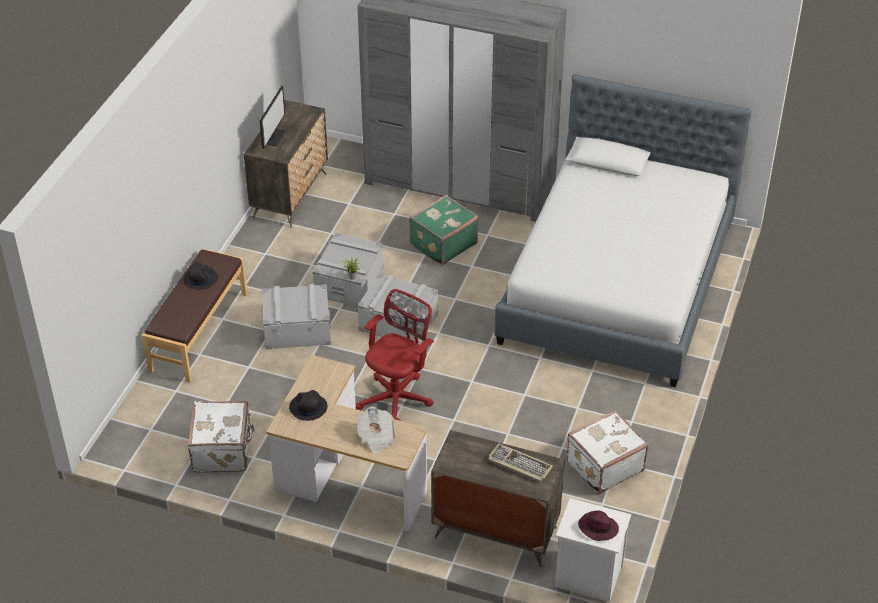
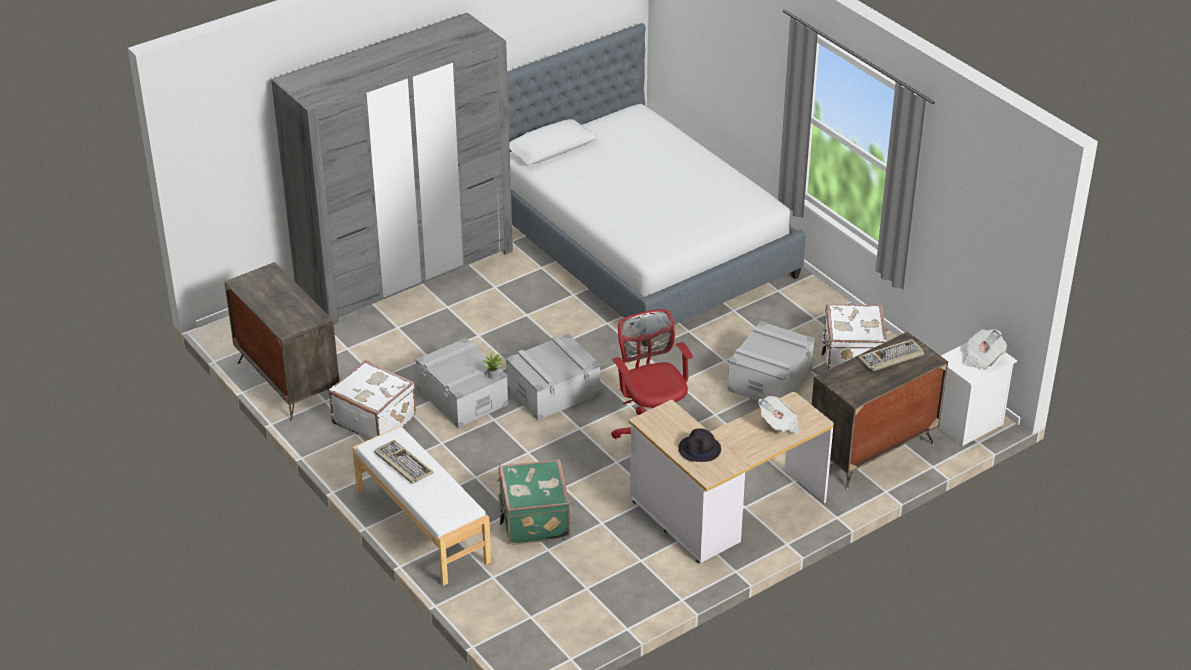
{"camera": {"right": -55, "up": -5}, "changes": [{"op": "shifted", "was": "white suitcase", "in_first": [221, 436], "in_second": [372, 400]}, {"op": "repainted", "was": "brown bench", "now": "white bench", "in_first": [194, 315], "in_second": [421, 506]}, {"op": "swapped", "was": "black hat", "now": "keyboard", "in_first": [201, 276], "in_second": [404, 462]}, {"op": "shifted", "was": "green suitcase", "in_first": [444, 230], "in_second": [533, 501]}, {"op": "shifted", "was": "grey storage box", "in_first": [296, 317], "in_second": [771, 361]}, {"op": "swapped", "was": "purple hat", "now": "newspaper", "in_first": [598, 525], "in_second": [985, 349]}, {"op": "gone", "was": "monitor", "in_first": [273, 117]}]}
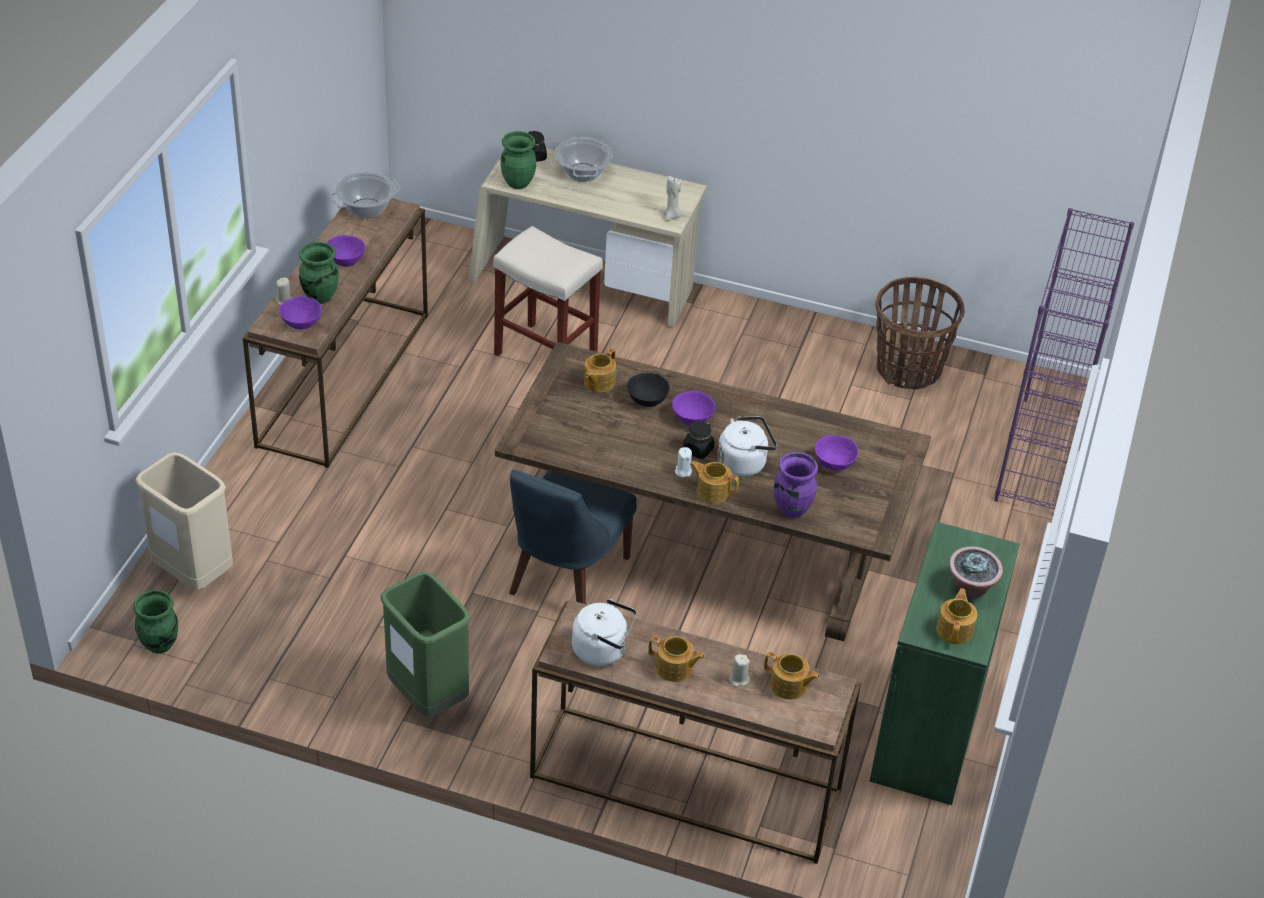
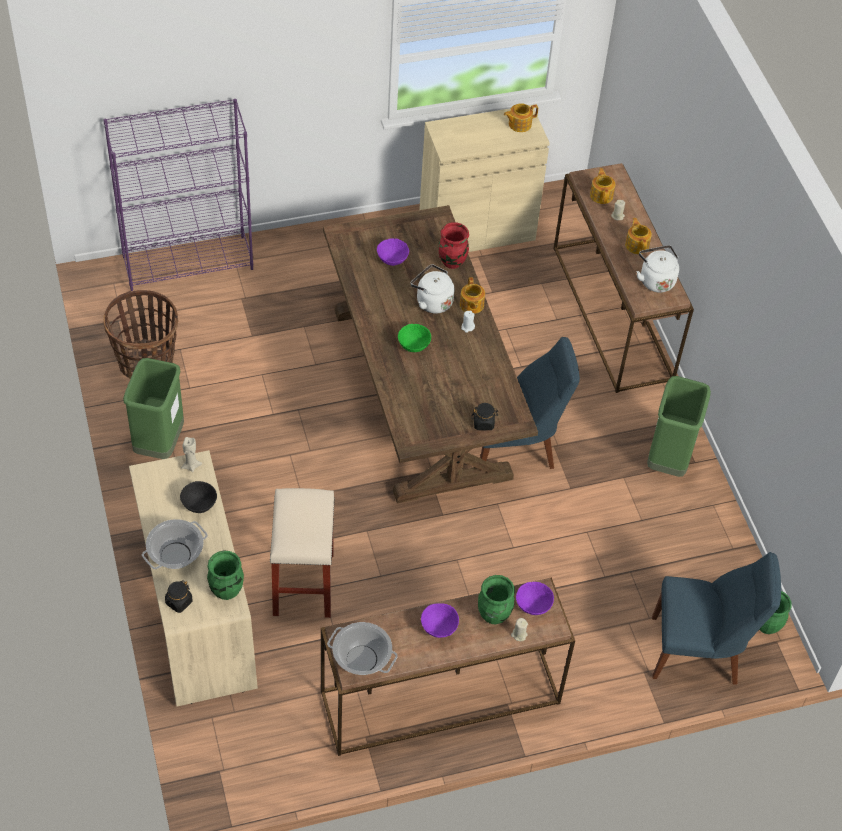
{"camera": {"right": -125, "up": 10}, "changes": [{"op": "new", "now": "green trash can", "in_second": [153, 408]}, {"op": "shifted", "was": "black bowl", "in_first": [648, 390], "in_second": [198, 497]}, {"op": "repainted", "was": "purple bowl", "now": "green bowl", "in_first": [693, 408], "in_second": [414, 338]}, {"op": "repainted", "was": "green cabinet", "now": "beige cabinet", "in_first": [945, 663], "in_second": [484, 178]}, {"op": "repainted", "was": "purple vase", "now": "red vase", "in_first": [796, 485], "in_second": [453, 245]}, {"op": "shifted", "was": "black jar", "in_first": [698, 439], "in_second": [484, 416]}, {"op": "swapped", "was": "beige trash can", "now": "blue chair", "in_first": [184, 520], "in_second": [716, 618]}, {"op": "gone", "was": "teapot", "in_first": [600, 370]}, {"op": "gone", "was": "potted plant", "in_first": [976, 572]}]}
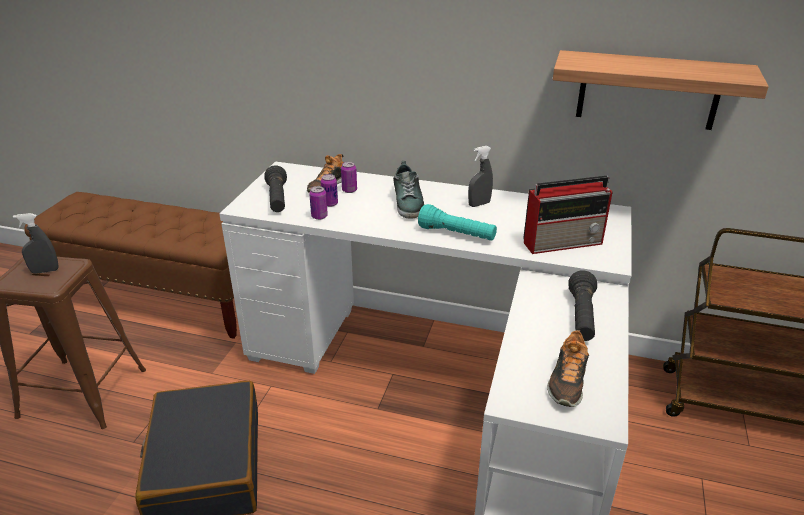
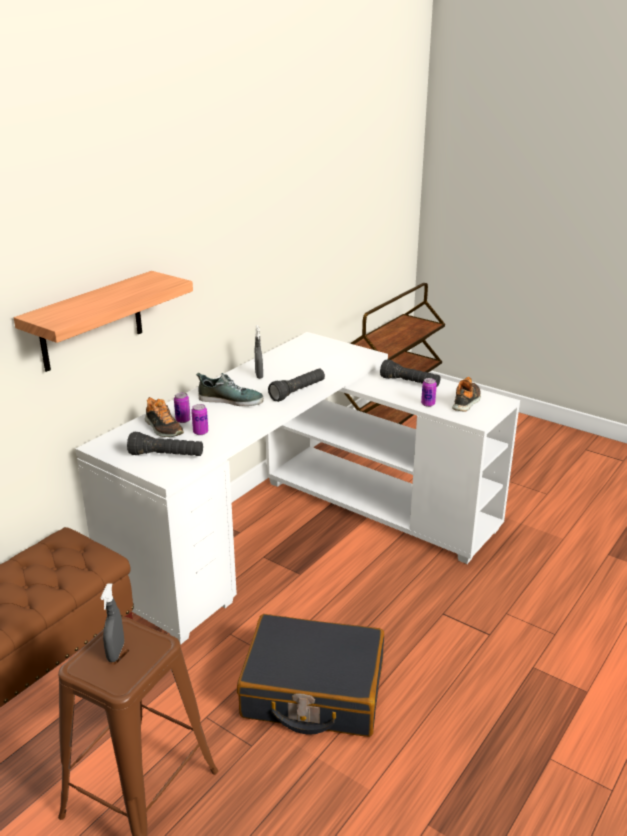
{"camera": {"right": -70, "up": -5}, "changes": [{"op": "shifted", "was": "shelf", "in_first": [661, 90], "in_second": [103, 321]}, {"op": "repainted", "was": "turquoise flashlight", "now": "black flashlight", "in_first": [457, 222], "in_second": [296, 385]}, {"op": "shifted", "was": "can", "in_first": [318, 203], "in_second": [429, 392]}, {"op": "rotated", "was": "shoe", "in_first": [568, 368], "in_second": [466, 394], "clockwise": -105}, {"op": "gone", "was": "radio", "in_first": [567, 215]}]}
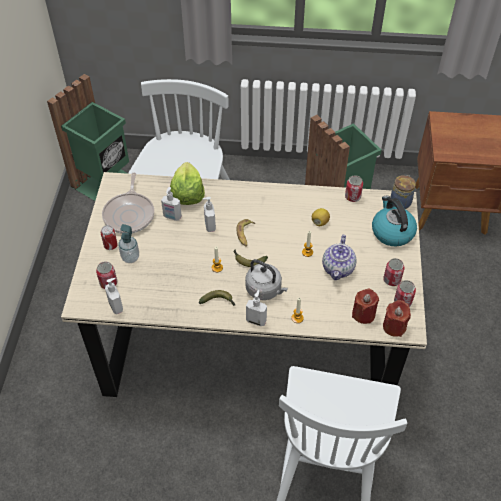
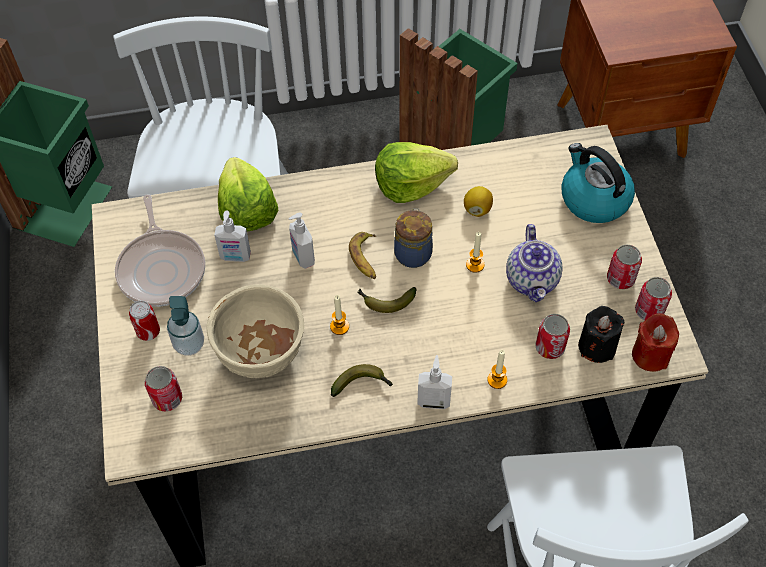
{"camera": {"right": -15, "up": 5}, "changes": [{"op": "new", "now": "beige bowl", "in_second": [255, 331]}, {"op": "new", "now": "lettuce", "in_second": [416, 172]}, {"op": "shifted", "was": "jar", "in_first": [403, 192], "in_second": [413, 238]}, {"op": "shifted", "was": "can", "in_first": [354, 188], "in_second": [552, 336]}, {"op": "repainted", "was": "red candle", "now": "black candle", "in_first": [365, 306], "in_second": [601, 334]}, {"op": "gone", "was": "soap dispenser", "in_first": [114, 296]}, {"op": "gone", "was": "grey kettle", "in_first": [266, 279]}]}
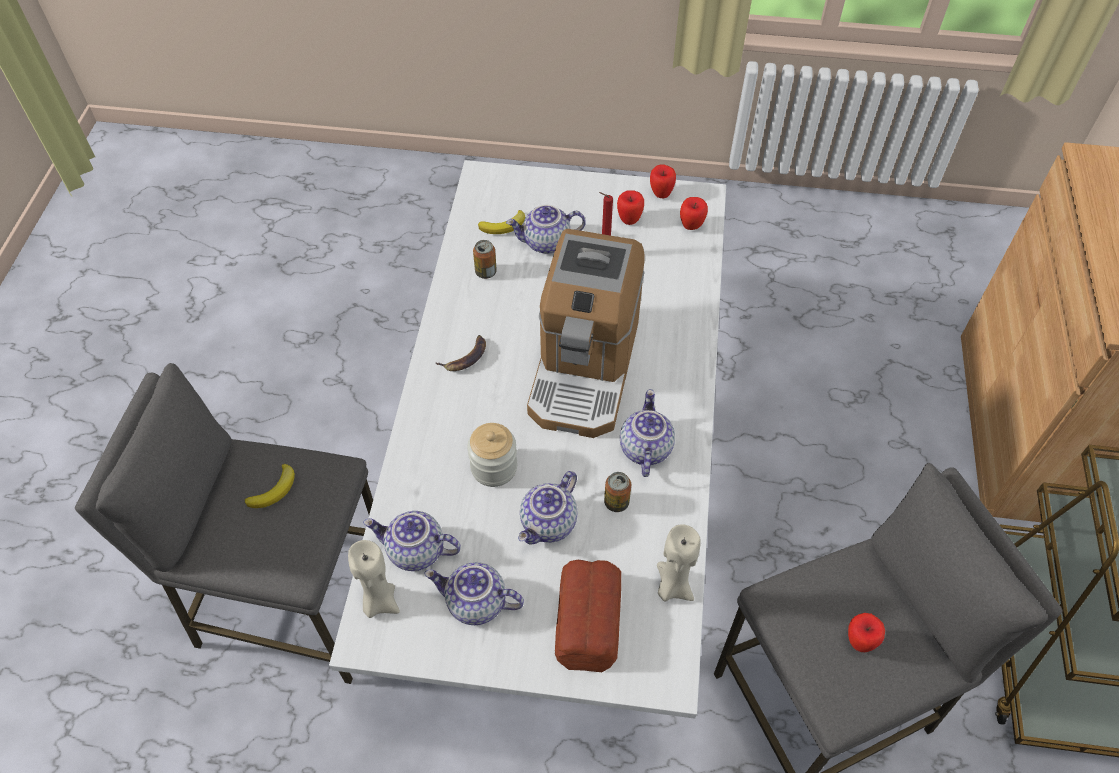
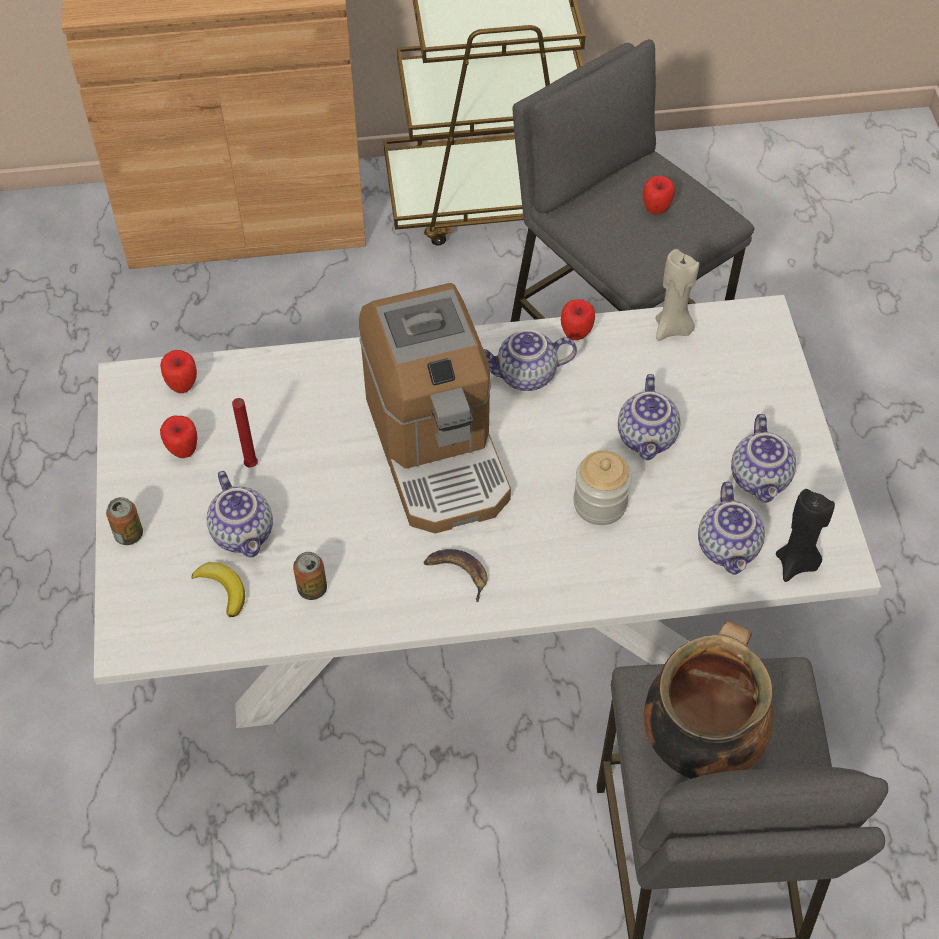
{"camera": {"right": -105, "up": 0}, "changes": [{"op": "shifted", "was": "can", "in_first": [617, 492], "in_second": [124, 521]}, {"op": "rotated", "was": "coffee machine", "in_first": [586, 333], "in_second": [435, 408], "clockwise": 75}, {"op": "shifted", "was": "apple", "in_first": [663, 181], "in_second": [578, 319]}, {"op": "rotated", "was": "teapot", "in_first": [548, 508], "in_second": [649, 417], "clockwise": 75}, {"op": "swapped", "was": "banana", "now": "cooking pot", "in_first": [270, 486], "in_second": [709, 700]}, {"op": "repainted", "was": "beige candle", "now": "black candle", "in_first": [374, 579], "in_second": [805, 535]}, {"op": "gone", "was": "bread", "in_first": [588, 616]}]}
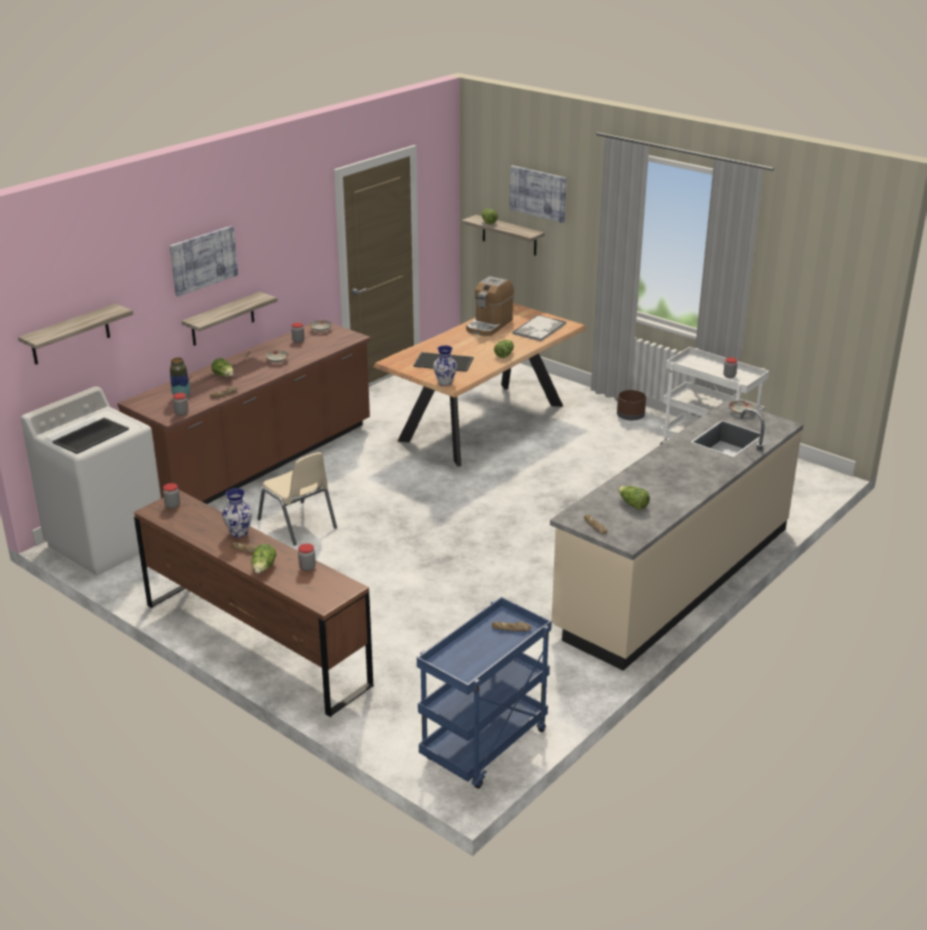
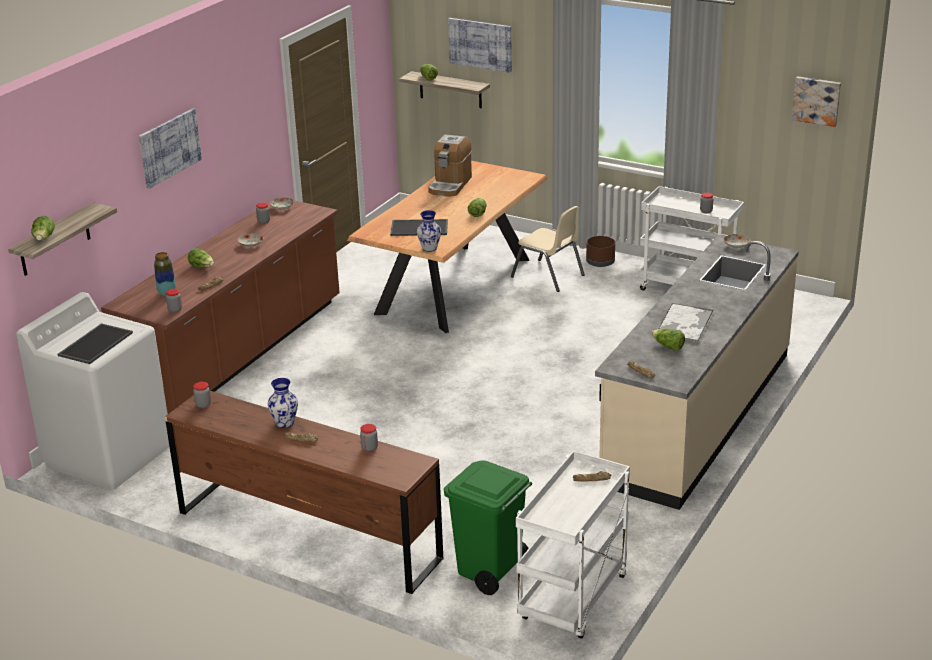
{"camera": {"right": -10, "up": 0}, "changes": [{"op": "shifted", "was": "lettuce", "in_first": [263, 558], "in_second": [43, 228]}, {"op": "new", "now": "green trash can", "in_second": [488, 528]}, {"op": "shifted", "was": "beige chair", "in_first": [297, 499], "in_second": [548, 249]}, {"op": "repainted", "was": "blue cart", "now": "white cart", "in_first": [484, 693], "in_second": [573, 545]}, {"op": "shifted", "was": "tray", "in_first": [539, 328], "in_second": [686, 323]}, {"op": "new", "now": "picture", "in_second": [816, 101]}, {"op": "gone", "was": "shelf", "in_first": [229, 319]}]}
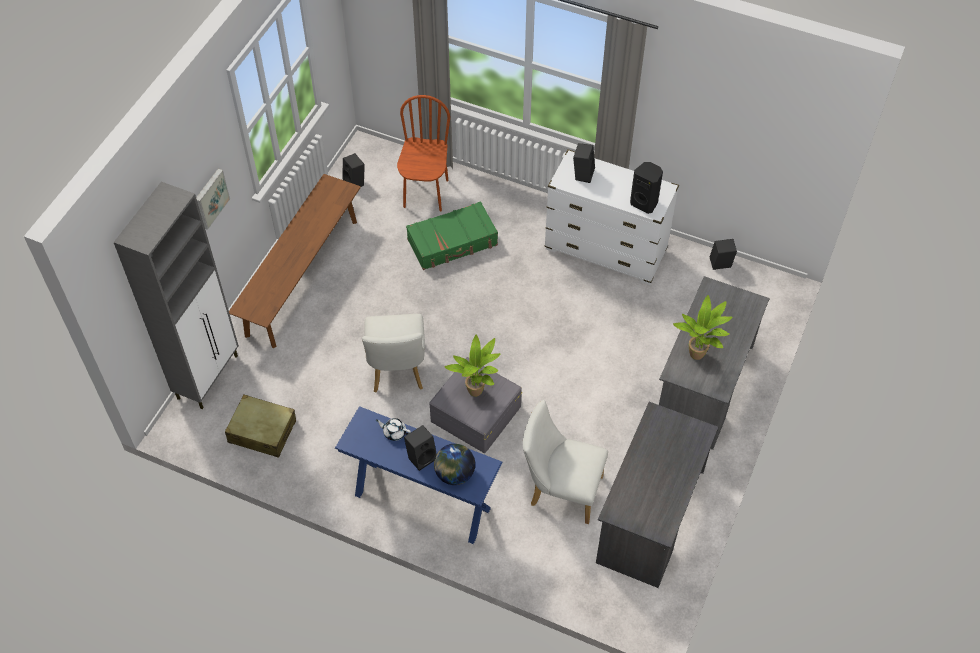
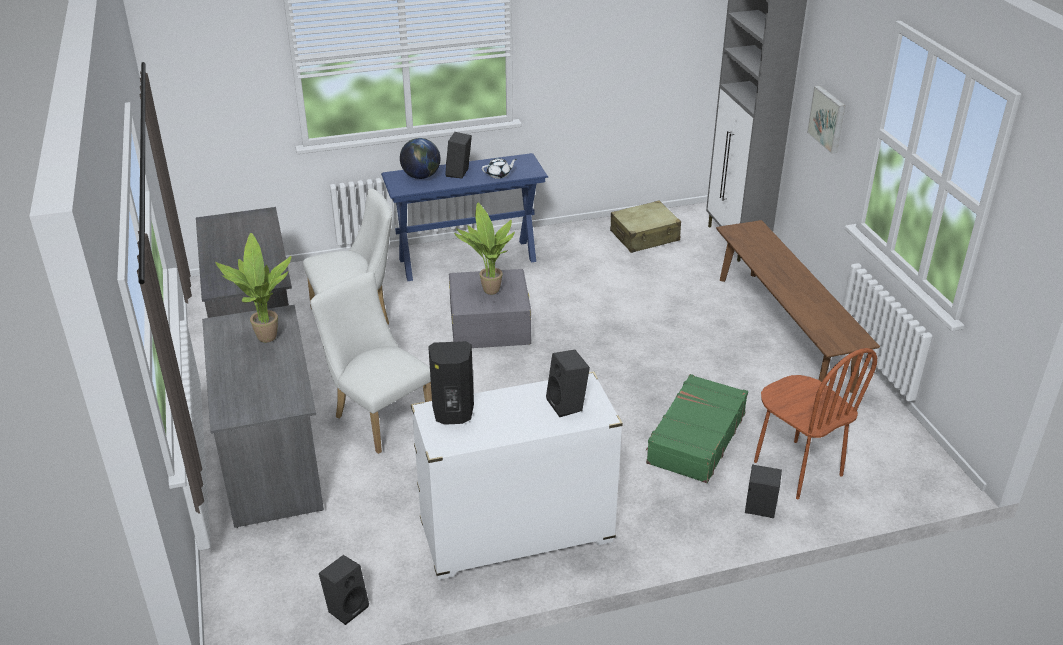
{"camera": {"right": 140, "up": -20}, "changes": [{"op": "shifted", "was": "white chair", "in_first": [393, 353], "in_second": [371, 363]}, {"op": "shifted", "was": "black speaker", "in_first": [353, 170], "in_second": [763, 491]}]}
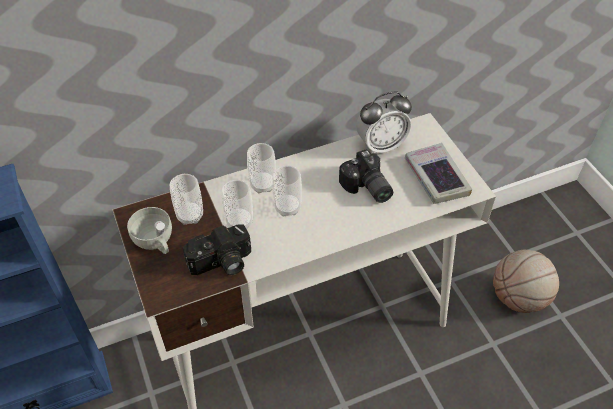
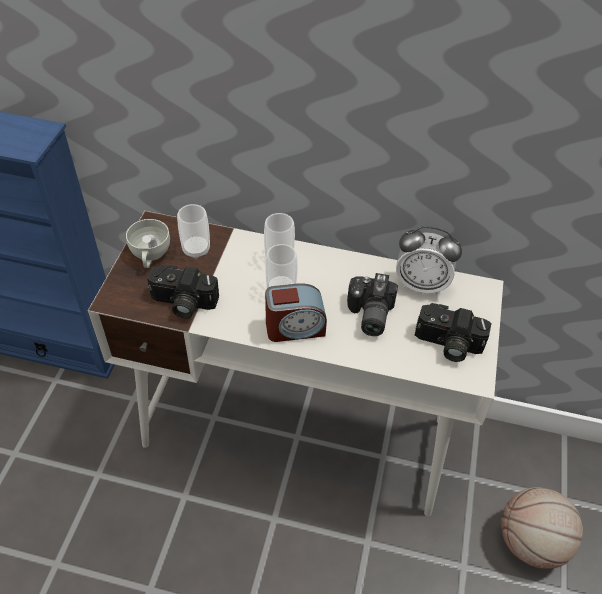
{"camera": {"right": 35, "up": 0}, "changes": [{"op": "new", "now": "alarm clock", "in_second": [296, 312]}, {"op": "swapped", "was": "book", "now": "photo camera", "in_first": [438, 173], "in_second": [453, 332]}, {"op": "gone", "was": "cup", "in_first": [237, 204]}]}
